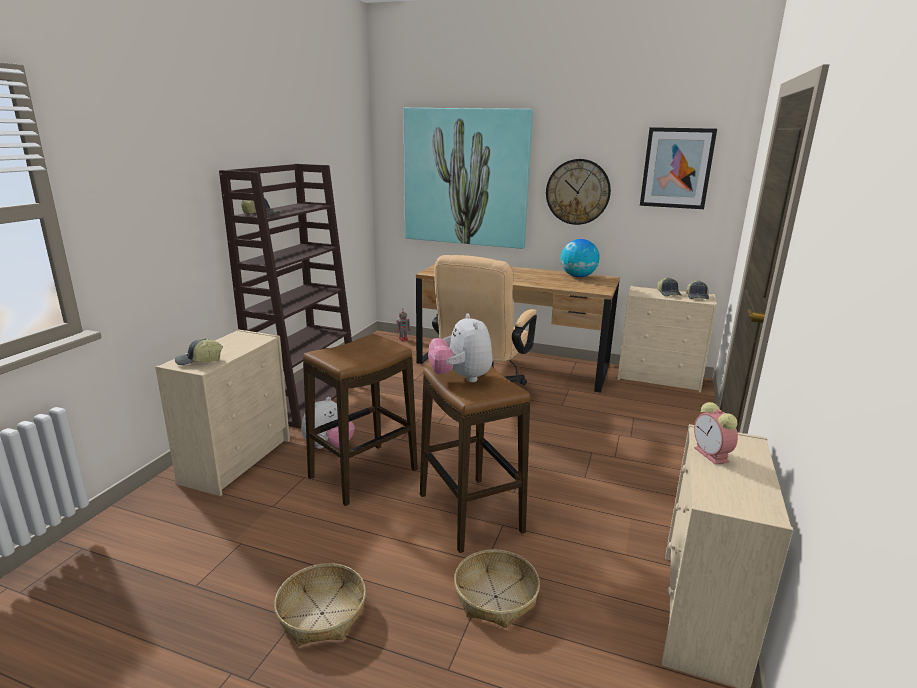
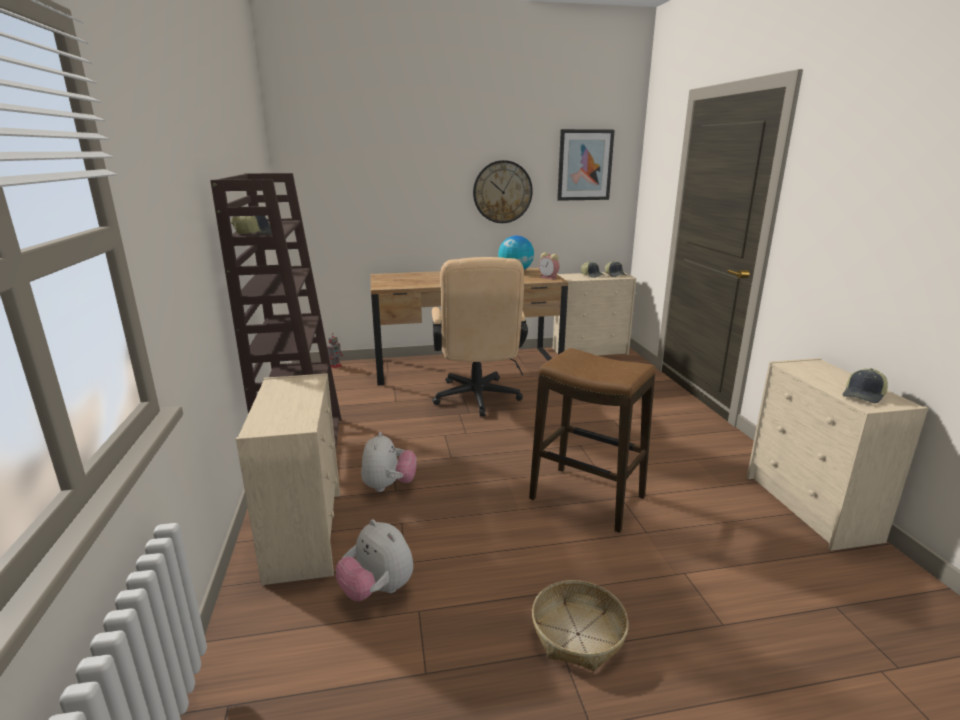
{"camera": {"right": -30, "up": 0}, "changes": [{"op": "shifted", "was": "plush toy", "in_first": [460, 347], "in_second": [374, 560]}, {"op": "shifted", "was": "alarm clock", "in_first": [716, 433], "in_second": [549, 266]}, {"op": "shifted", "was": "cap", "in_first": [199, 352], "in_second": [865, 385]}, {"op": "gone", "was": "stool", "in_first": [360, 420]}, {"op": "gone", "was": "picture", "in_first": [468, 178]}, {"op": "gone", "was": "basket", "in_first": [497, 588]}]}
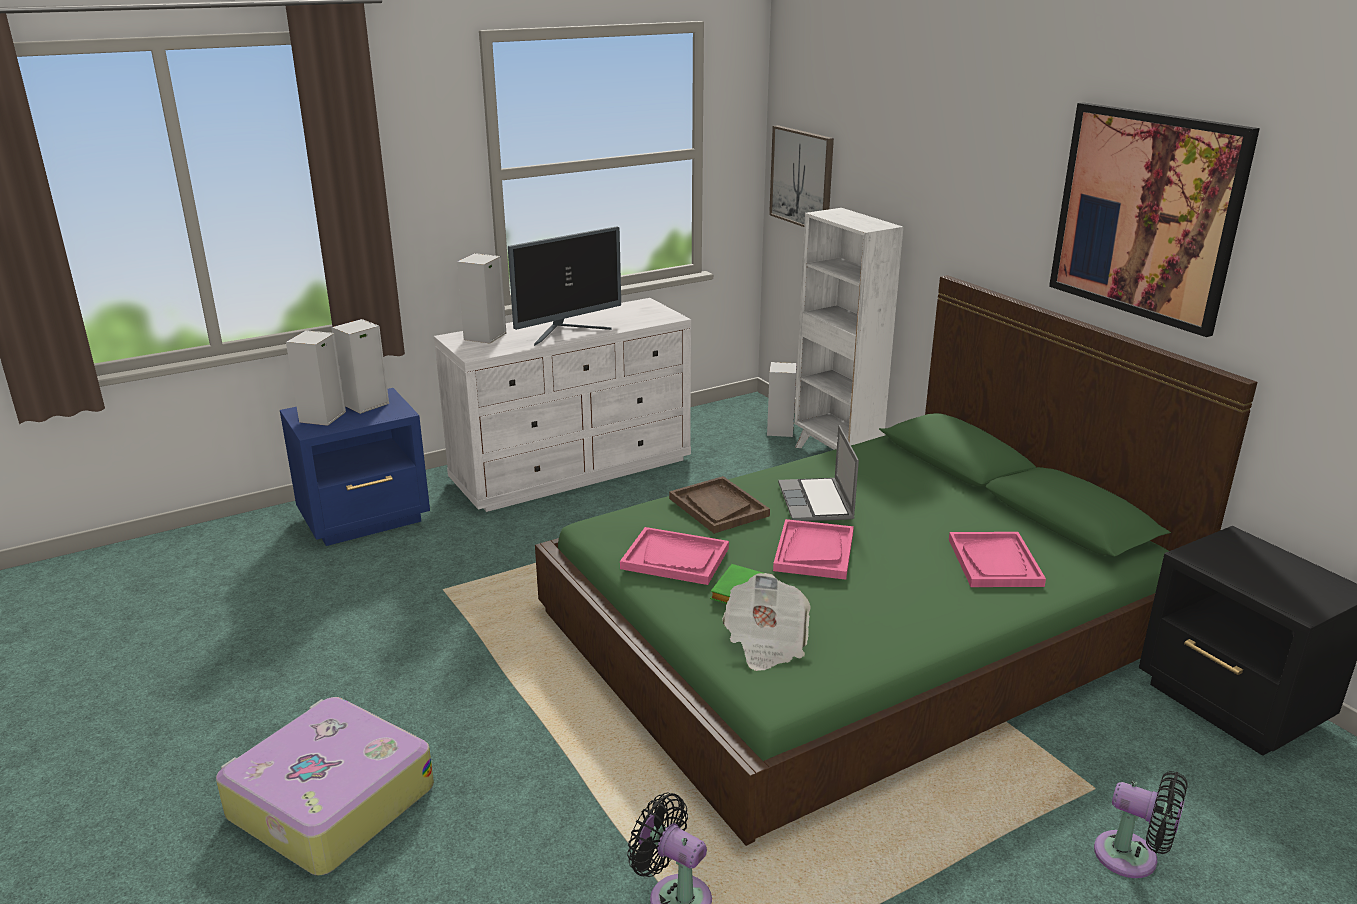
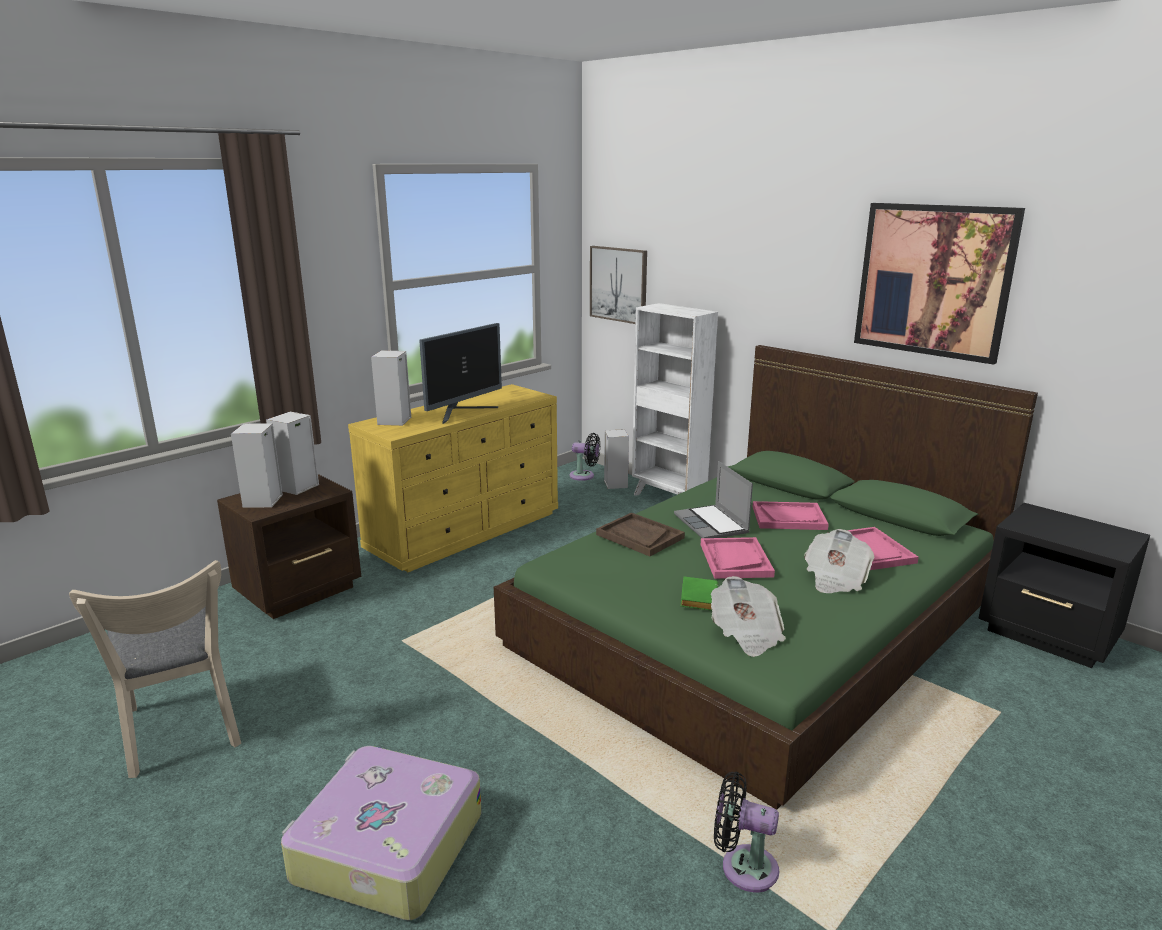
{"camera": {"right": -15, "up": -5}, "changes": [{"op": "new", "now": "beige chair", "in_second": [155, 669]}, {"op": "repainted", "was": "blue nightstand", "now": "brown nightstand", "in_first": [355, 467], "in_second": [289, 546]}, {"op": "repainted", "was": "white dresser", "now": "yellow dresser", "in_first": [562, 405], "in_second": [453, 478]}, {"op": "shifted", "was": "black fan", "in_first": [1141, 824], "in_second": [585, 457]}, {"op": "shifted", "was": "pink tray", "in_first": [674, 556], "in_second": [791, 515]}, {"op": "new", "now": "newspaper", "in_second": [839, 561]}]}
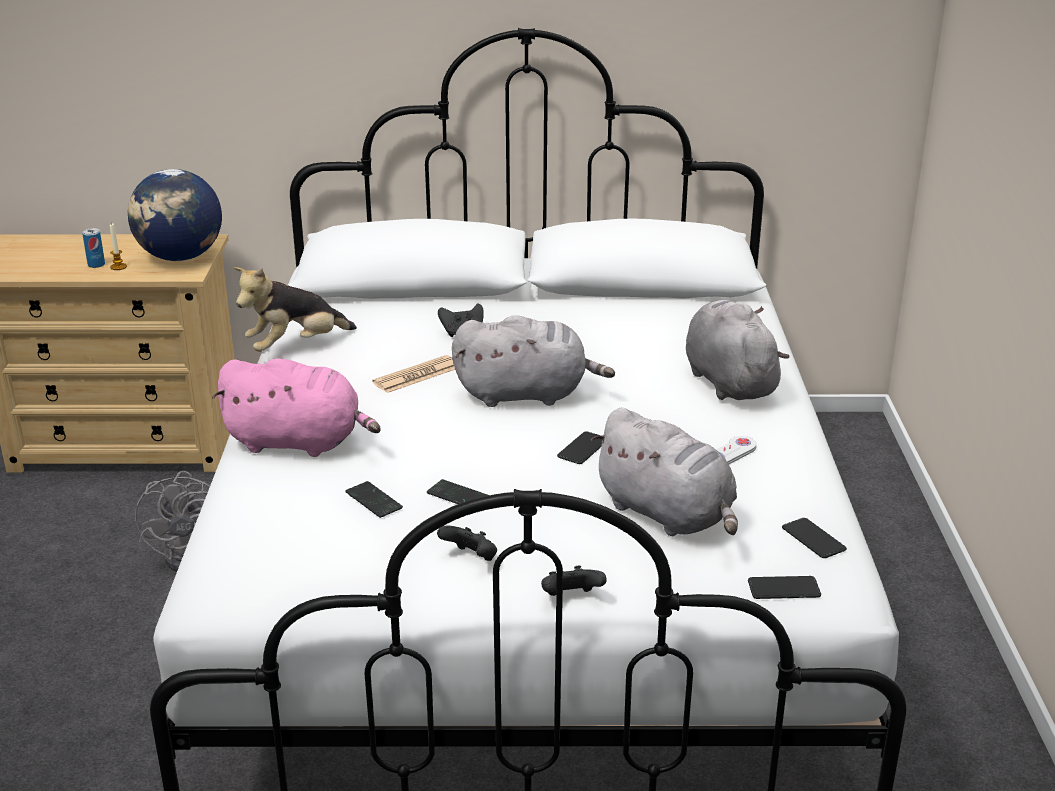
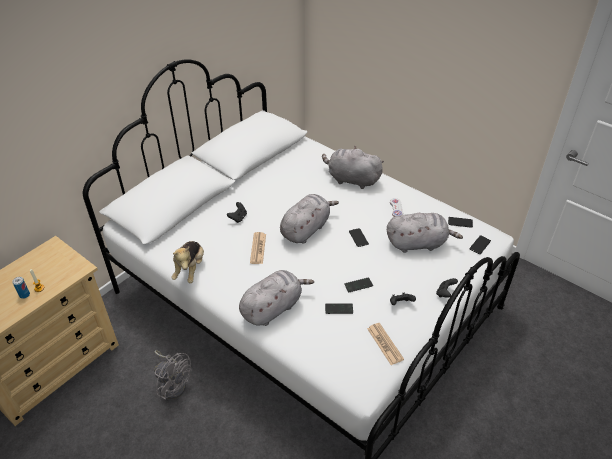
{"camera": {"right": -50, "up": 15}, "changes": [{"op": "repainted", "was": "pink plush toy", "now": "grey plush toy", "in_first": [296, 407], "in_second": [276, 298]}, {"op": "new", "now": "newspaper", "in_second": [385, 344]}, {"op": "gone", "was": "globe", "in_first": [175, 215]}]}
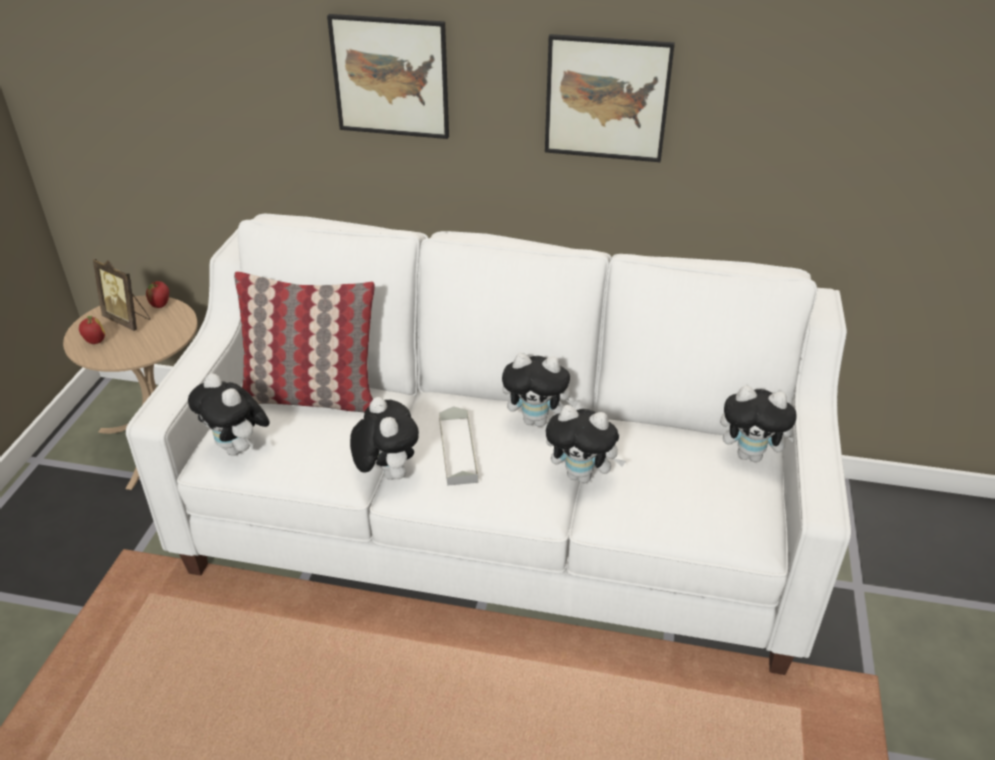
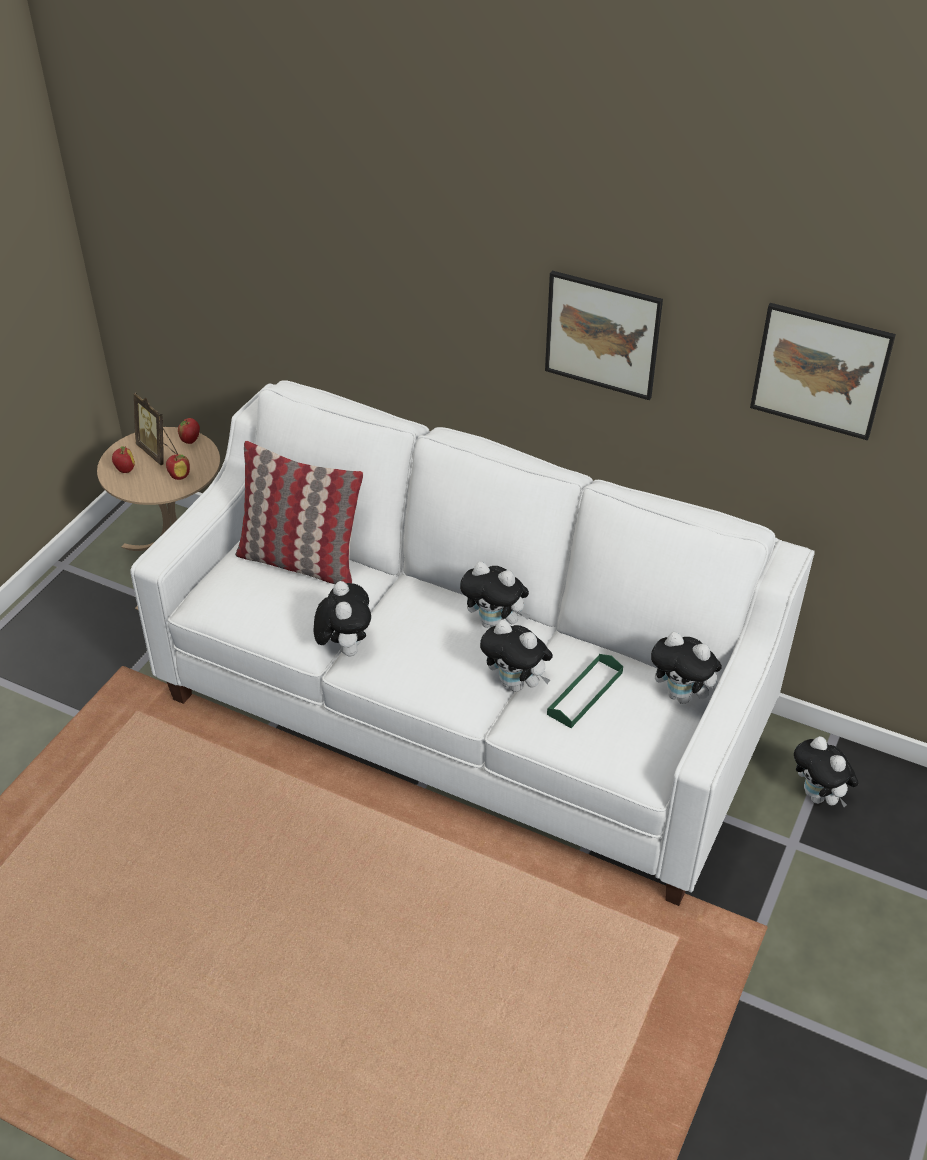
{"camera": {"right": 15, "up": 5}, "changes": [{"op": "new", "now": "apple", "in_second": [178, 467]}, {"op": "new", "now": "green tray", "in_second": [585, 691]}, {"op": "shifted", "was": "picture", "in_first": [388, 76], "in_second": [823, 371]}, {"op": "shifted", "was": "plush toy", "in_first": [229, 414], "in_second": [826, 771]}, {"op": "gone", "was": "grey tray", "in_first": [459, 446]}]}
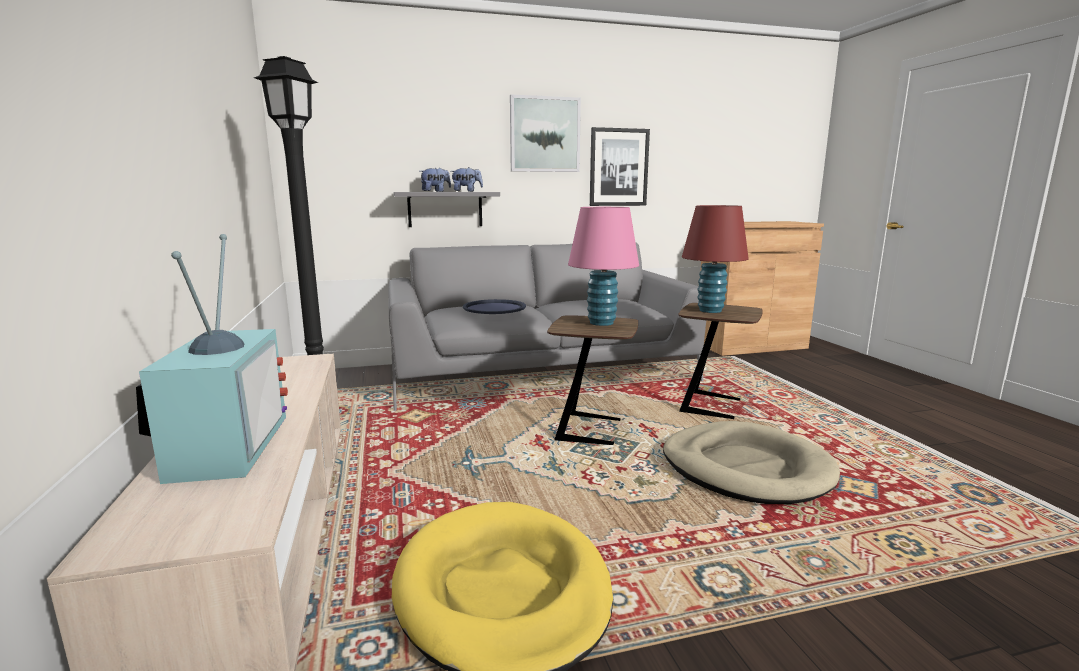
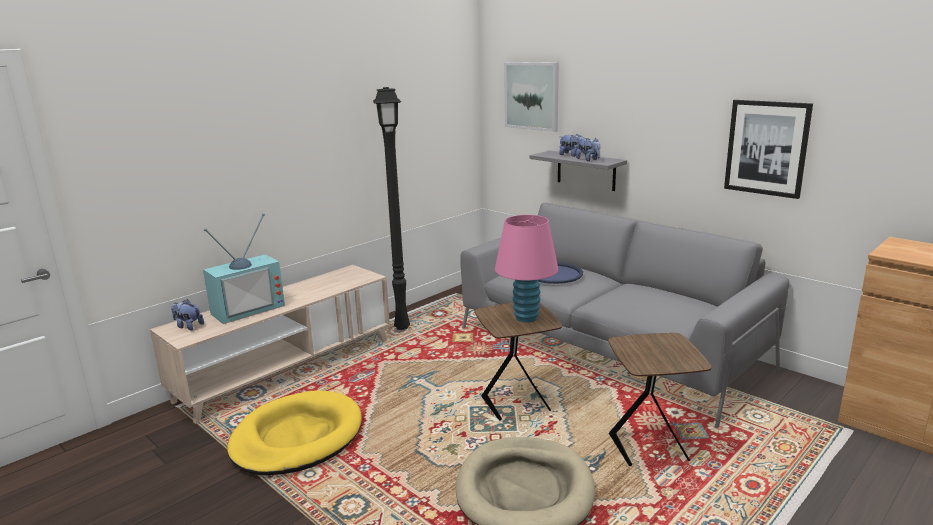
{"camera": {"right": 60, "up": 5}, "changes": [{"op": "new", "now": "plush toy", "in_second": [187, 314]}, {"op": "shifted", "was": "picture", "in_first": [545, 133], "in_second": [531, 97]}, {"op": "gone", "was": "red table lamp", "in_first": [715, 259]}]}
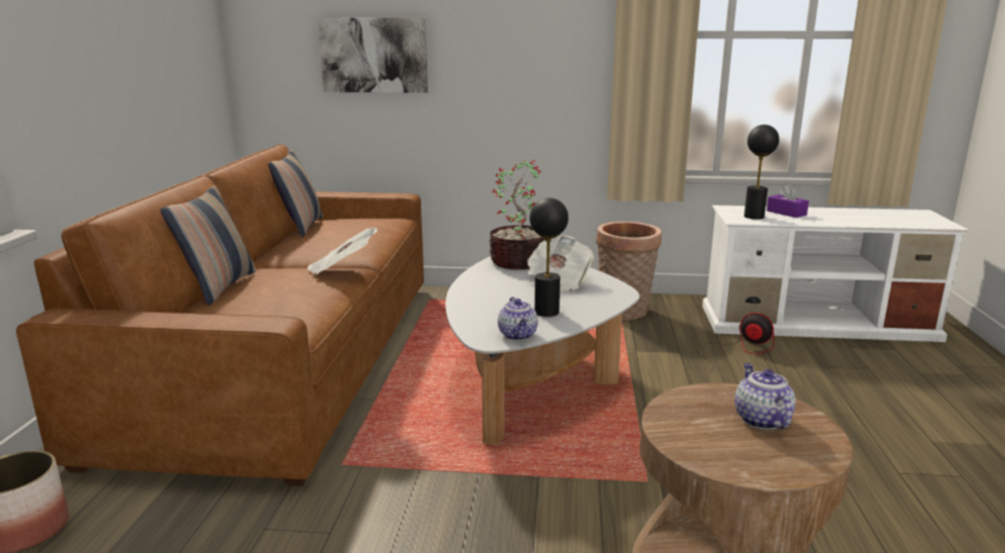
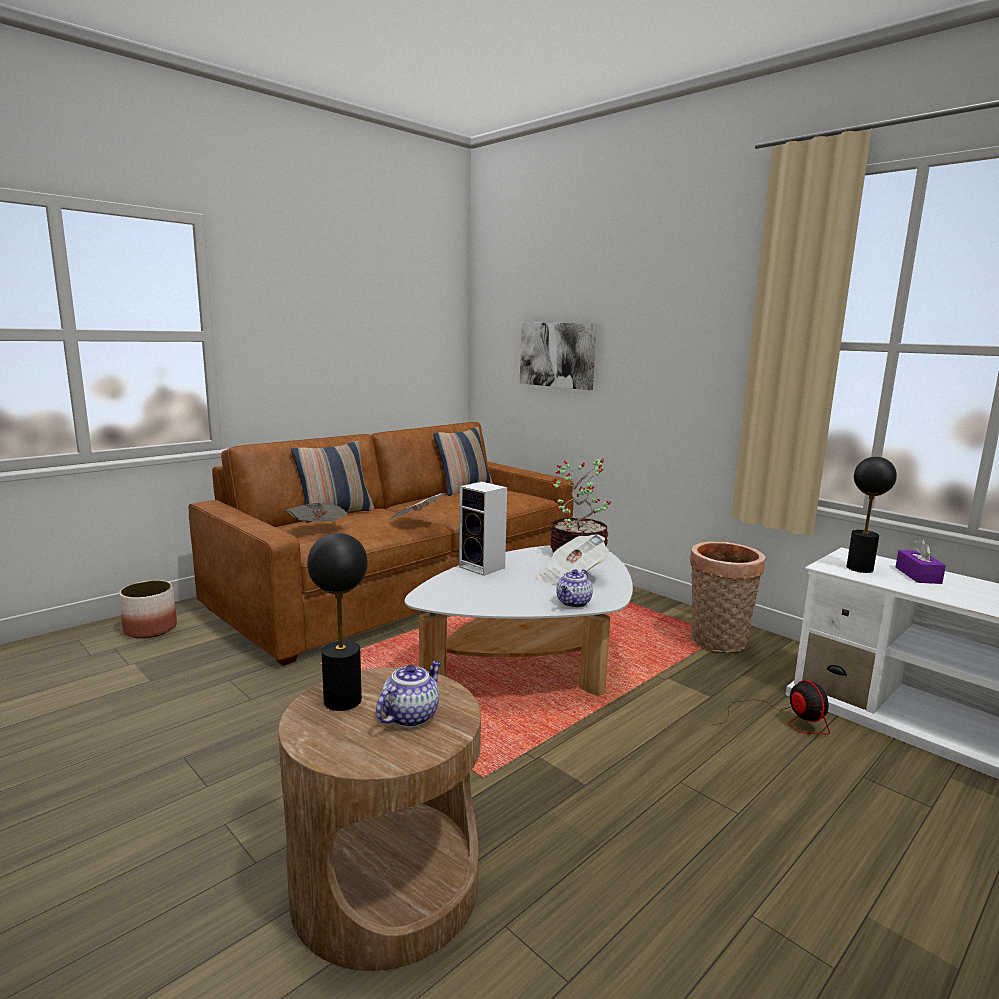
{"camera": {"right": 40, "up": -5}, "changes": [{"op": "new", "now": "newspaper", "in_second": [317, 512]}, {"op": "shifted", "was": "black table lamp", "in_first": [549, 257], "in_second": [337, 622]}, {"op": "new", "now": "speaker", "in_second": [483, 529]}, {"op": "shifted", "was": "teapot", "in_first": [518, 318], "in_second": [574, 588]}]}
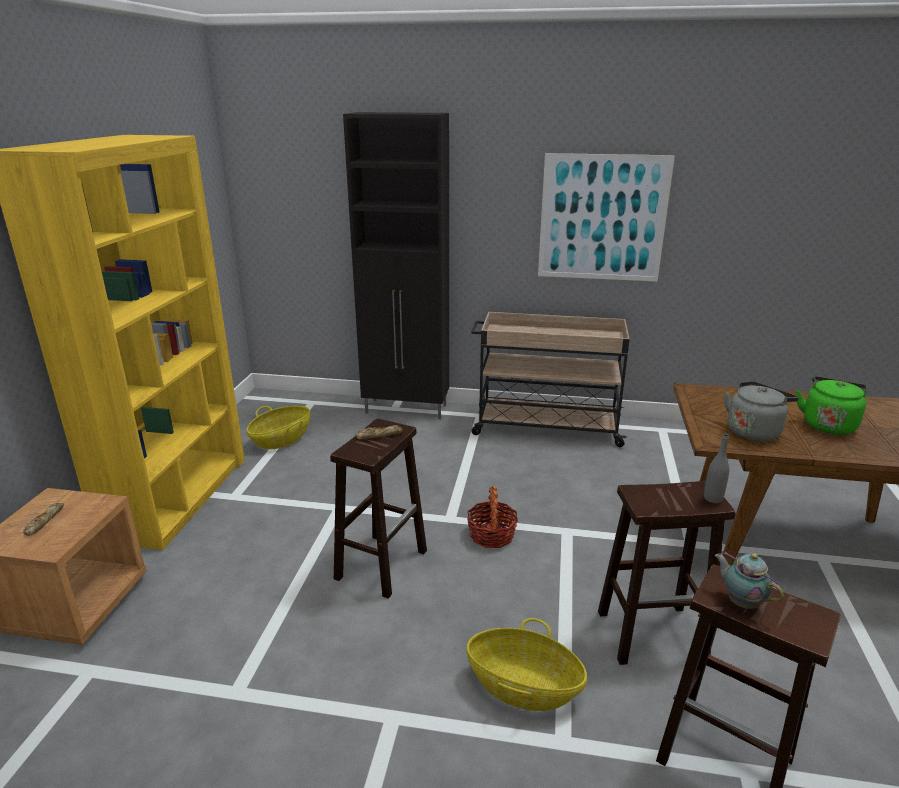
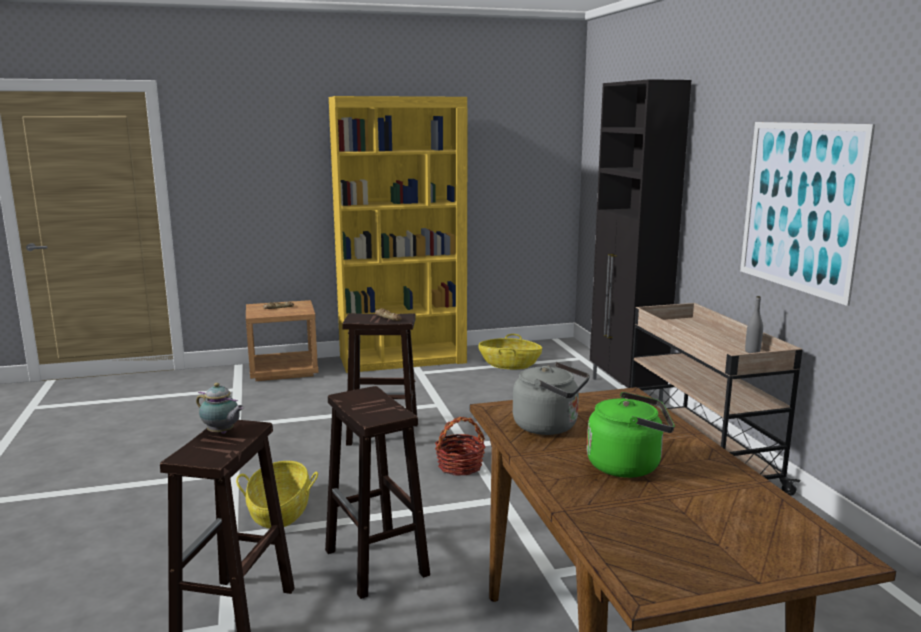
{"camera": {"right": 65, "up": -10}, "changes": [{"op": "rotated", "was": "teapot", "in_first": [749, 580], "in_second": [220, 408], "clockwise": 90}, {"op": "shifted", "was": "grey bottle", "in_first": [716, 468], "in_second": [754, 324]}]}
